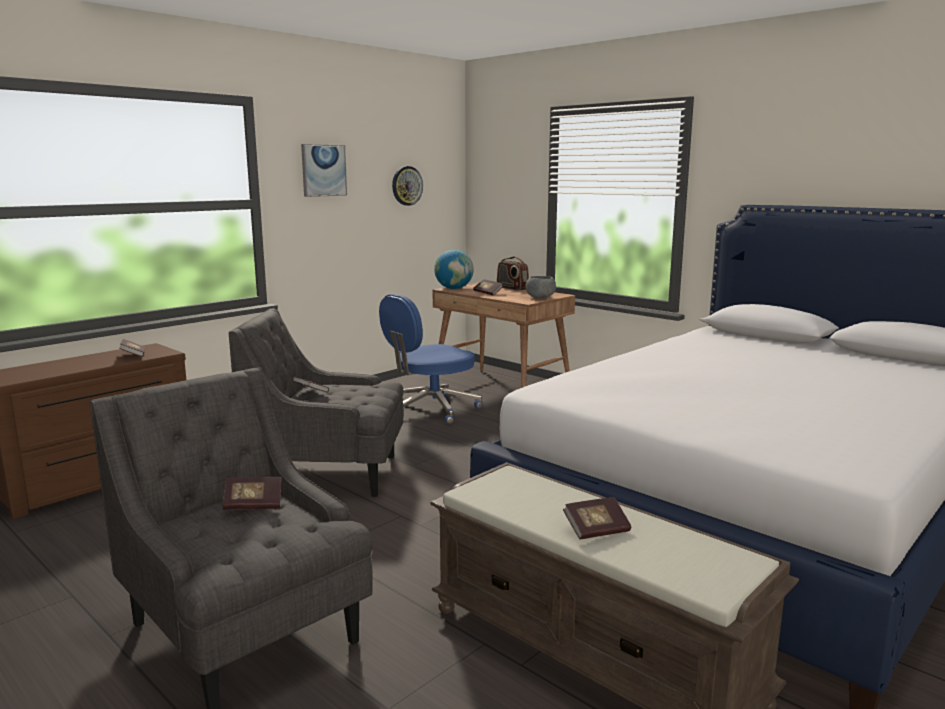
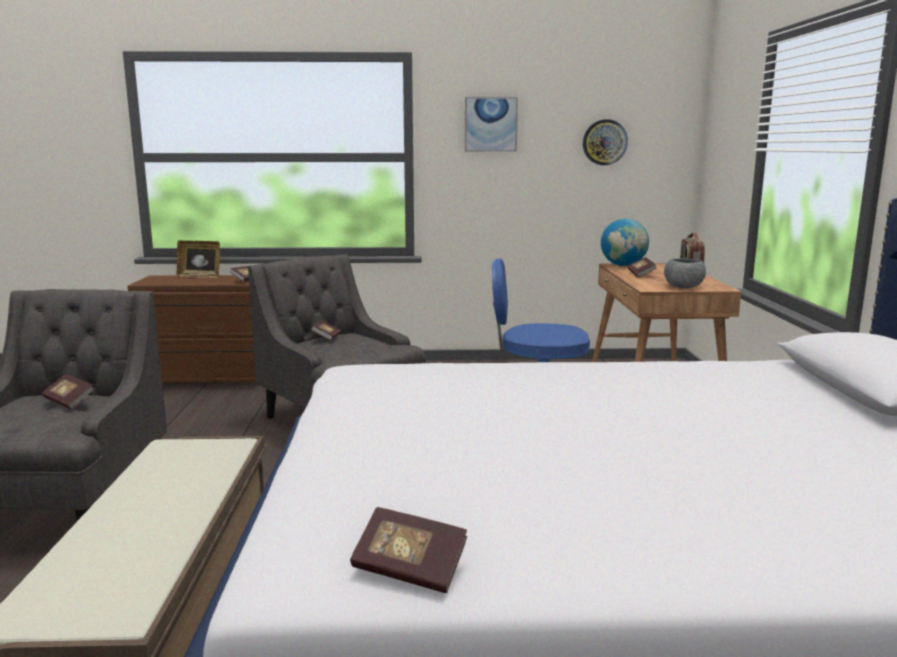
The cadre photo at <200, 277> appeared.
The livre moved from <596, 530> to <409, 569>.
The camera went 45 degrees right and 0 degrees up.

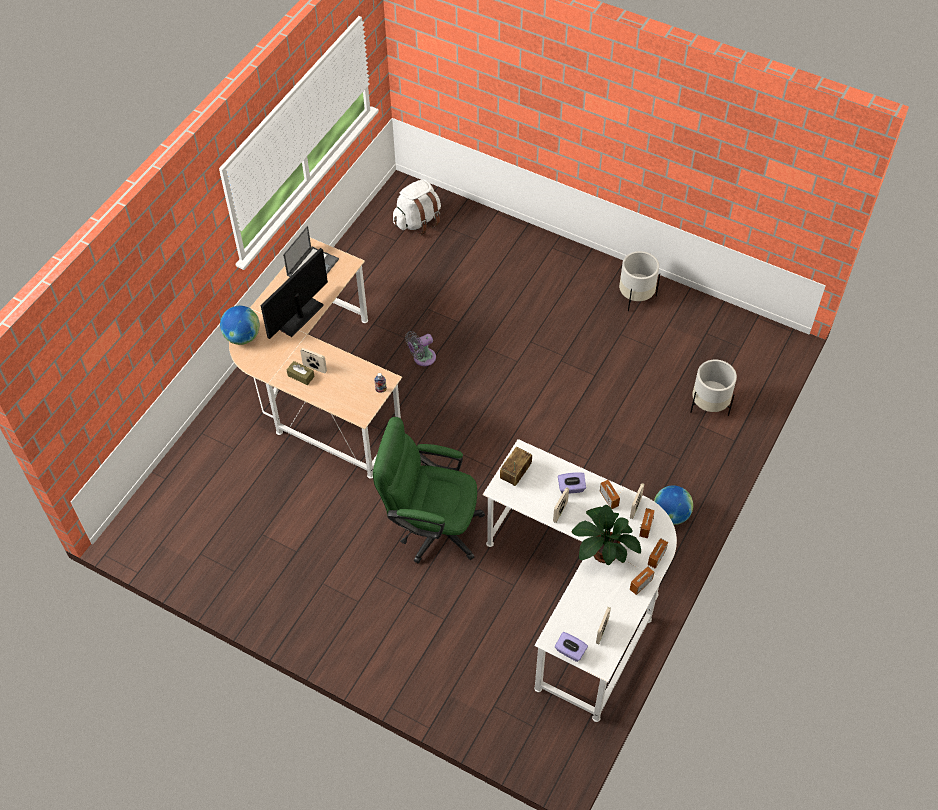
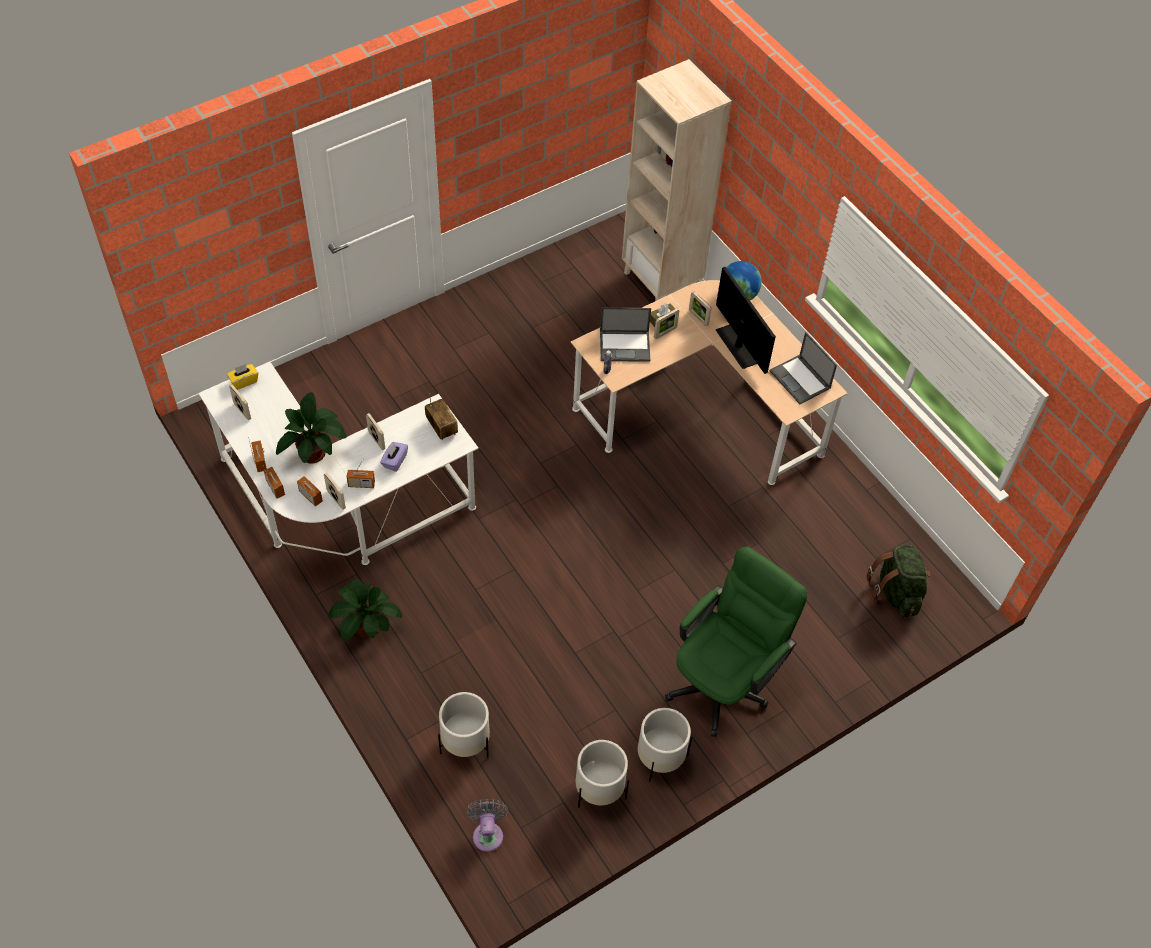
The boîte à mouchoirs (violet) at <570, 651> became the boîte à mouchoirs (jaune) at <244, 381>.
The globe at <670, 515> was replaced by the plante en pot at <365, 625>.
The ventilateur (gris) moved from <422, 358> to <488, 833>.
The cache-pot (blanc) at <599, 790> appeared.
The ordinateur portable at <625, 346> appeared.
The bibliothèque (beige) at <662, 282> appeared.
The chaise de bureau (vert) moved from <430, 527> to <724, 680>.
The cadre photo at <698, 318> appeared.
The sac à dos (blanc) at <418, 221> became the sac à dos (vert) at <896, 592>.
The camera went 115 degrees right and 0 degrees up.

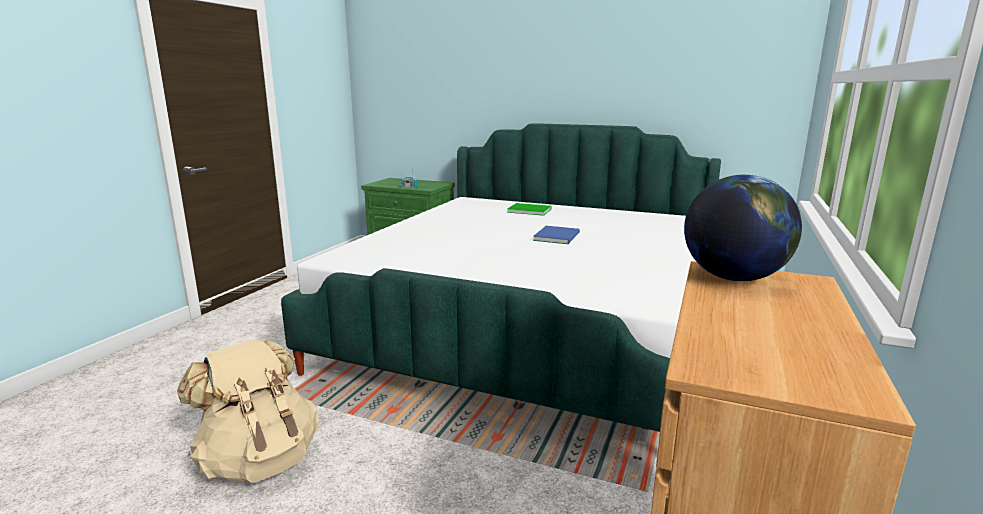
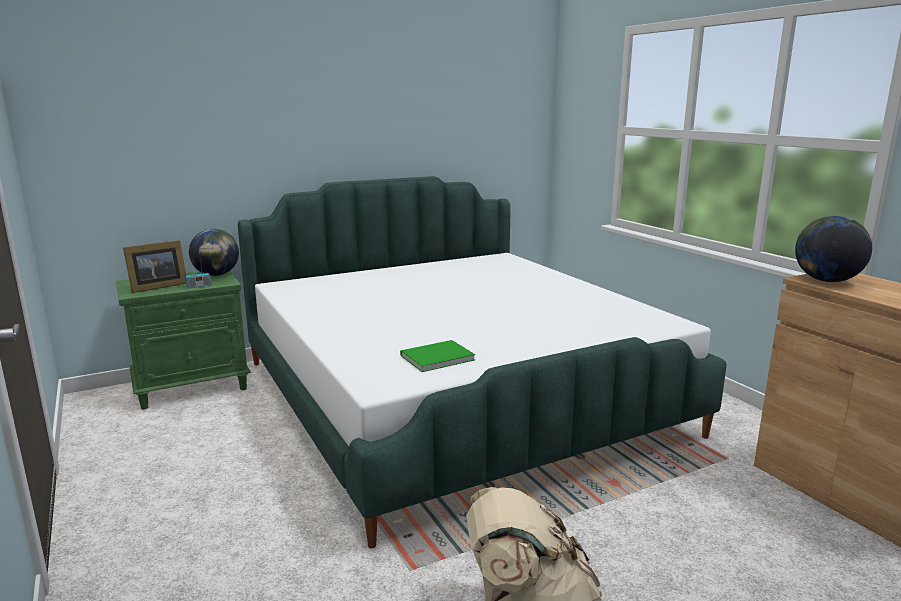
The cadre photo at <156, 287> appeared.
The globe at <216, 275> appeared.
The livre (vert) moved from <528, 210> to <434, 357>.
The livre (bleu) at <558, 236> disappeared.
The camera went 50 degrees left and 0 degrees up.

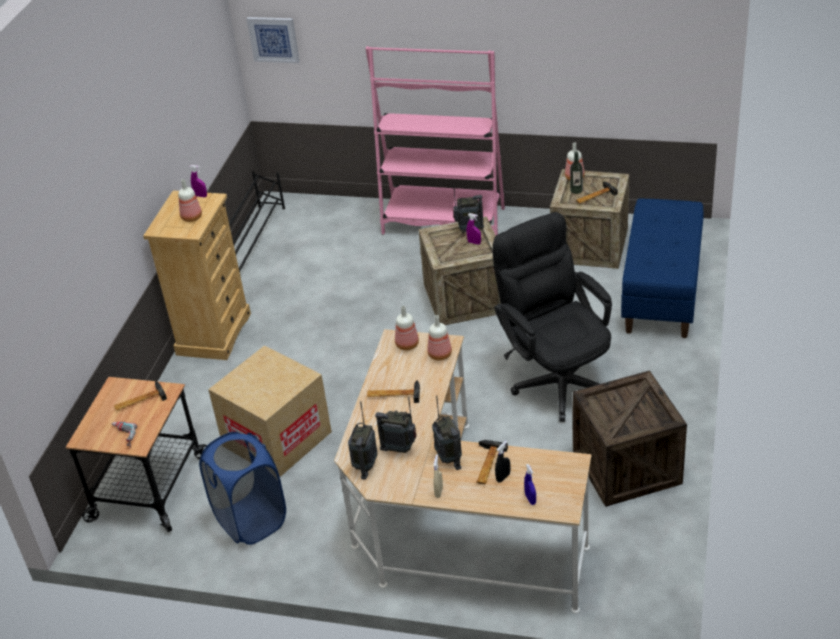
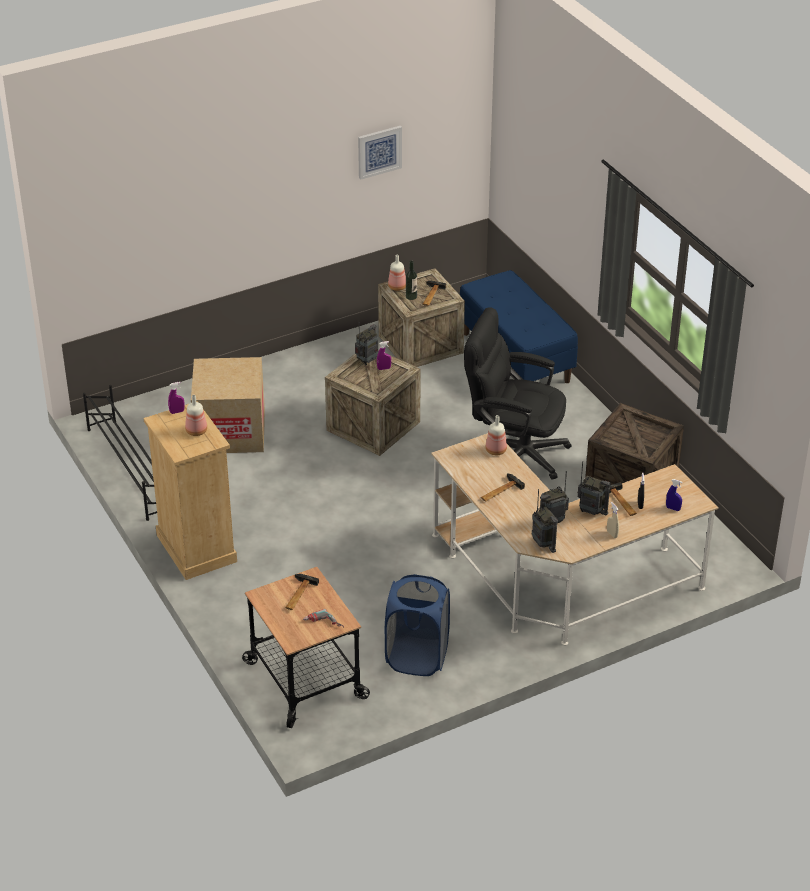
The carton moved from <277, 439> to <230, 431>.
The tableau moved from <273, 39> to <379, 151>.
The bibliothèque (rose) at <443, 221> disappeared.
The bouteille at <406, 345> disappeared.
The camera went 45 degrees left and 0 degrees up.

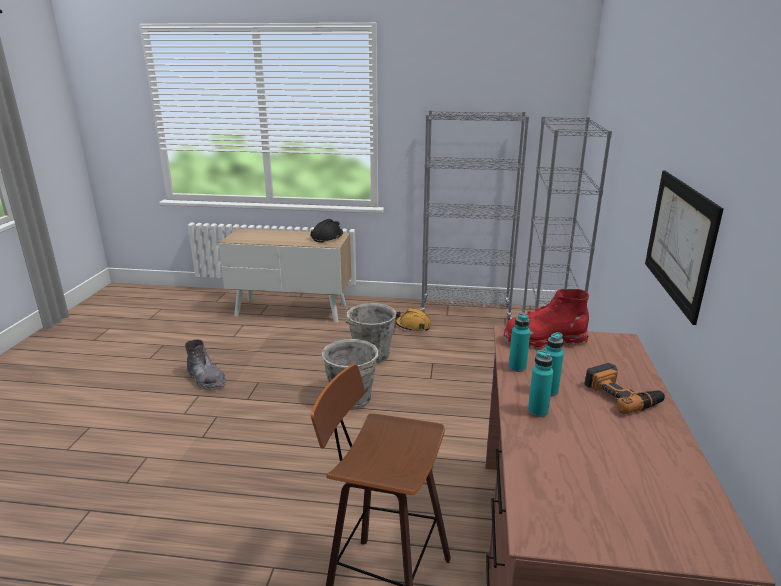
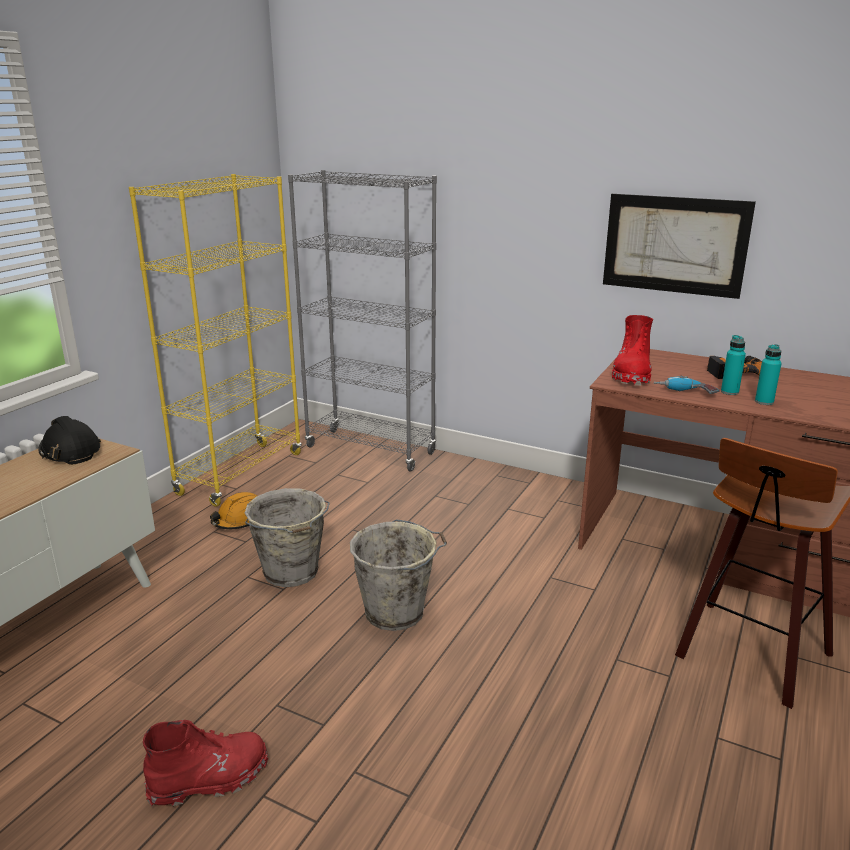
The bibliothèque (gris) at <465, 311> became the bibliothèque (jaune) at <240, 473>.
The botte (gris) at <206, 379> became the botte (rouge) at <210, 779>.
The bouteille (turquoise) at <517, 367> was replaced by the perceuse at <685, 393>.
The camera went 70 degrees left and 0 degrees up.

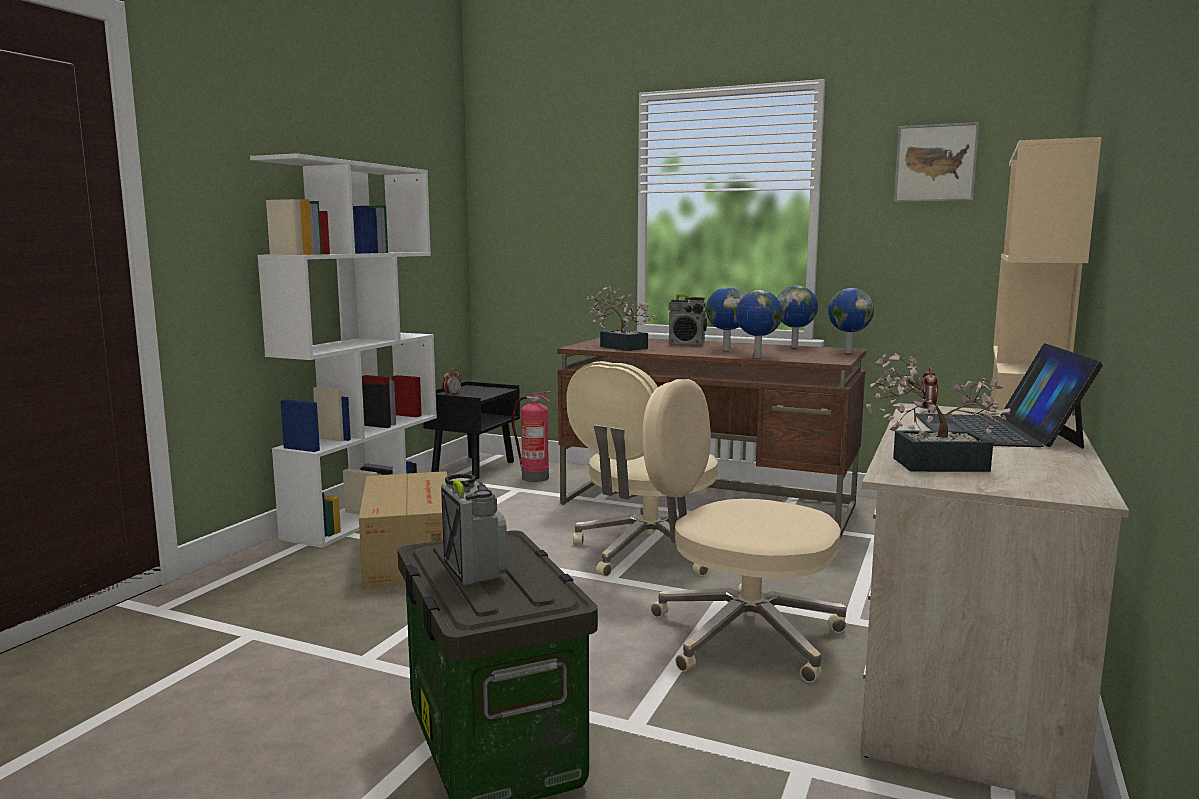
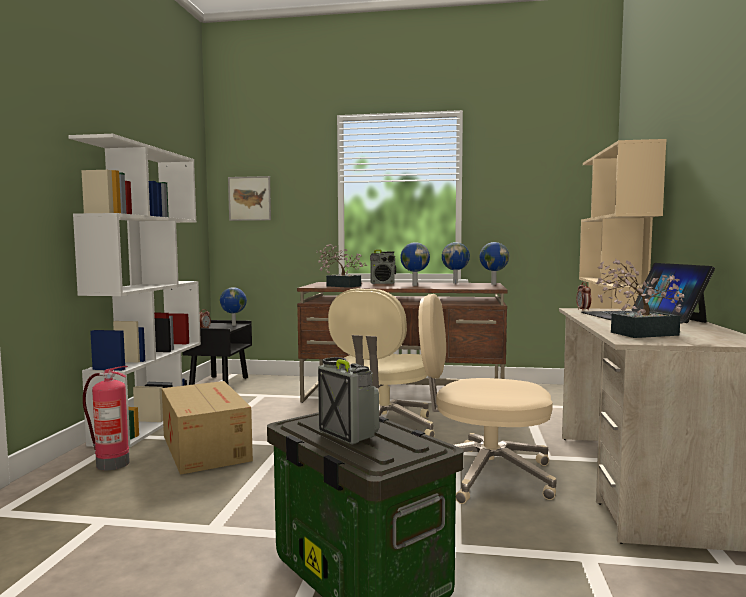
The extincteur moved from <533, 478> to <111, 464>.
The globe moved from <756, 357> to <233, 325>.
The tableau moved from <935, 163> to <249, 198>.
The camera went 15 degrees left and 5 degrees down.

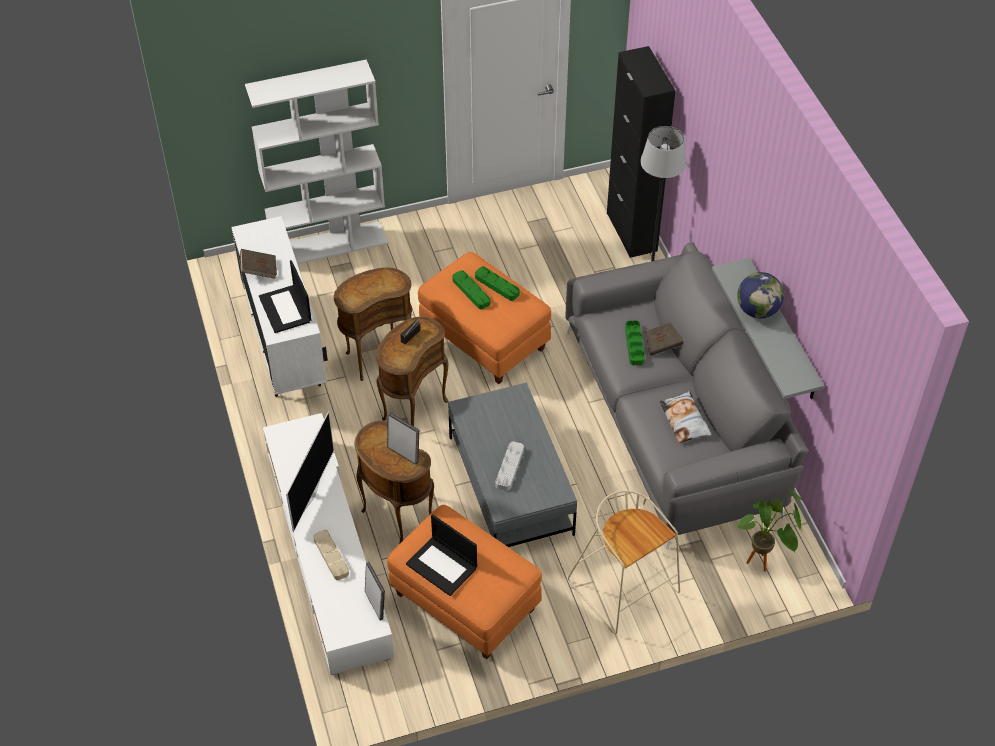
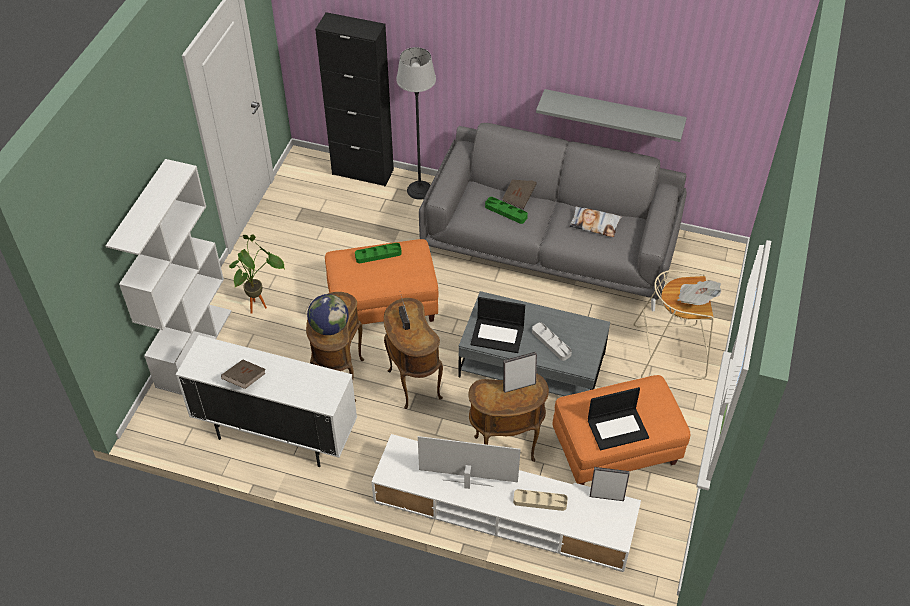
The plante en pot moved from <764, 564> to <261, 305>.
The globe moved from <757, 310> to <329, 327>.
The téléviseur at <310, 494> turned 45 degrees counterclockwise.
The ordinateur portable moved from <286, 309> to <498, 335>.
The journal at <696, 299> appeared.
The plateau (vert) at <471, 292> disappeared.
The camera went 55 degrees left and 0 degrees up.

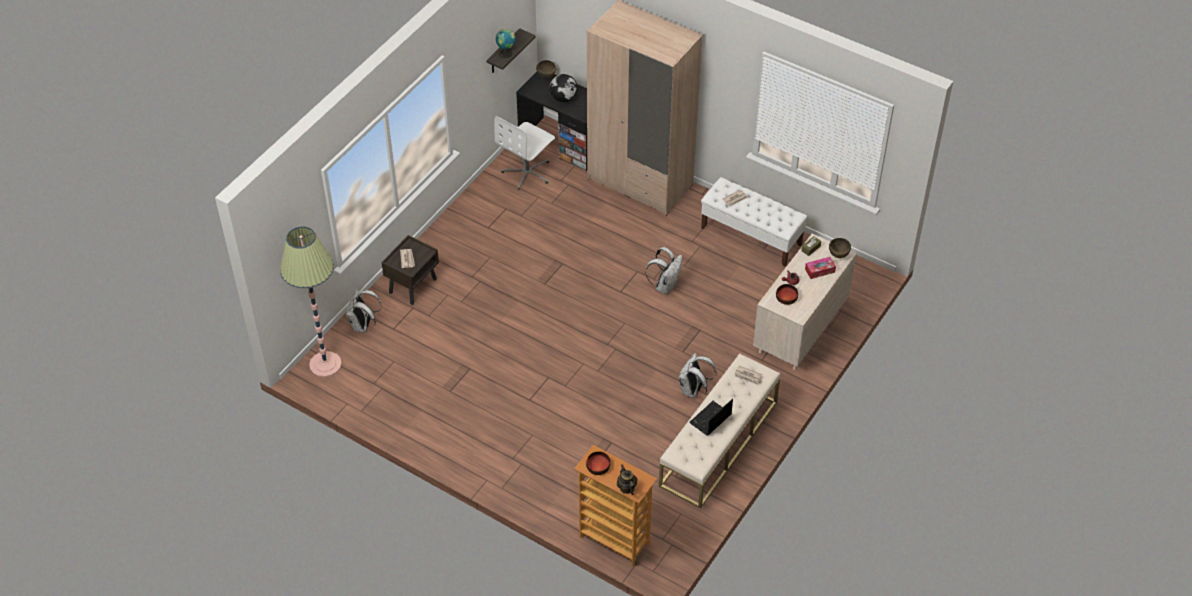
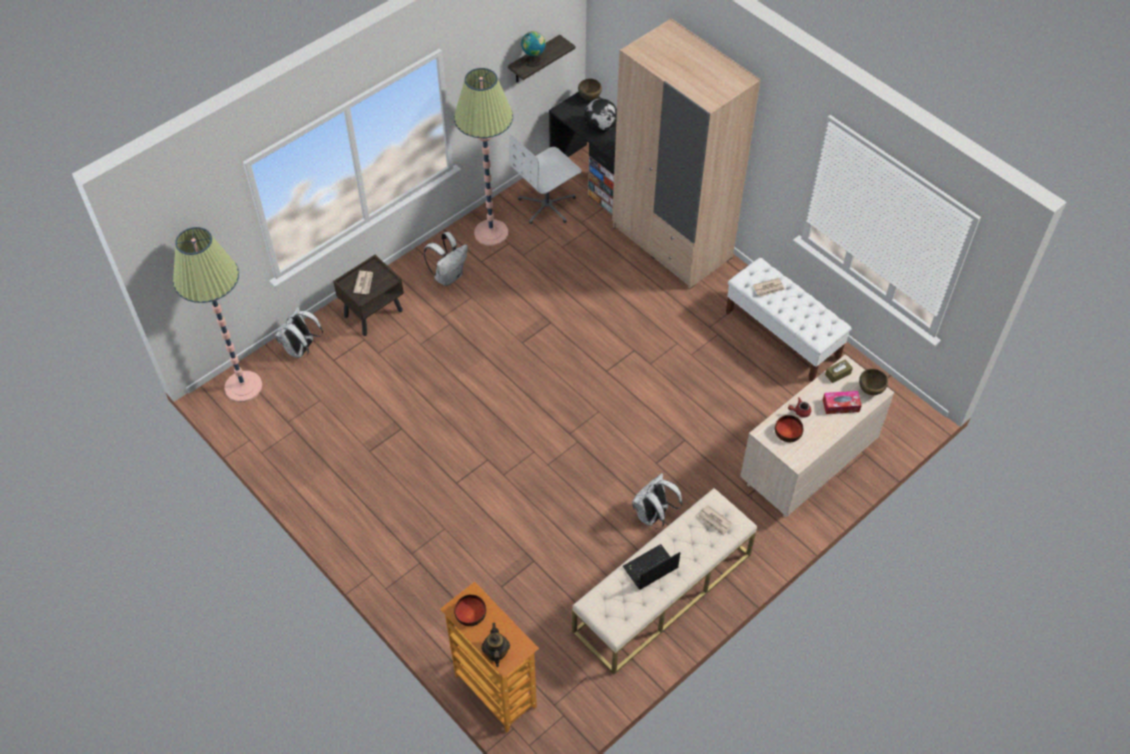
The sac à dos (blanc) moved from <665, 285> to <449, 276>.
The lampadaire at <491, 233> appeared.
The camera went 15 degrees right and 5 degrees up.

